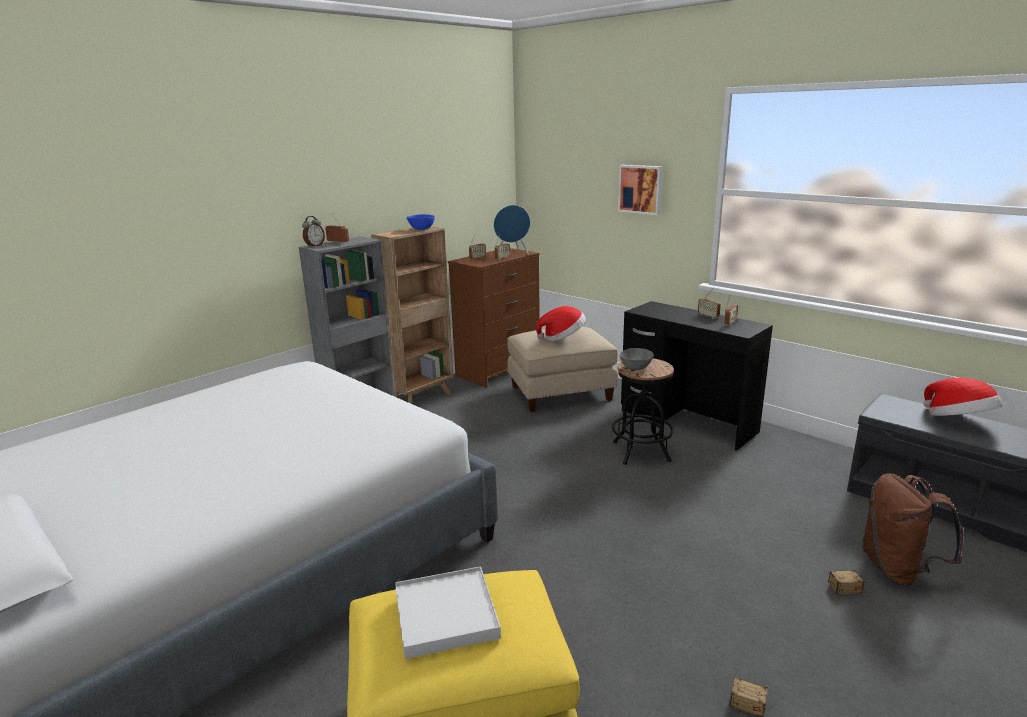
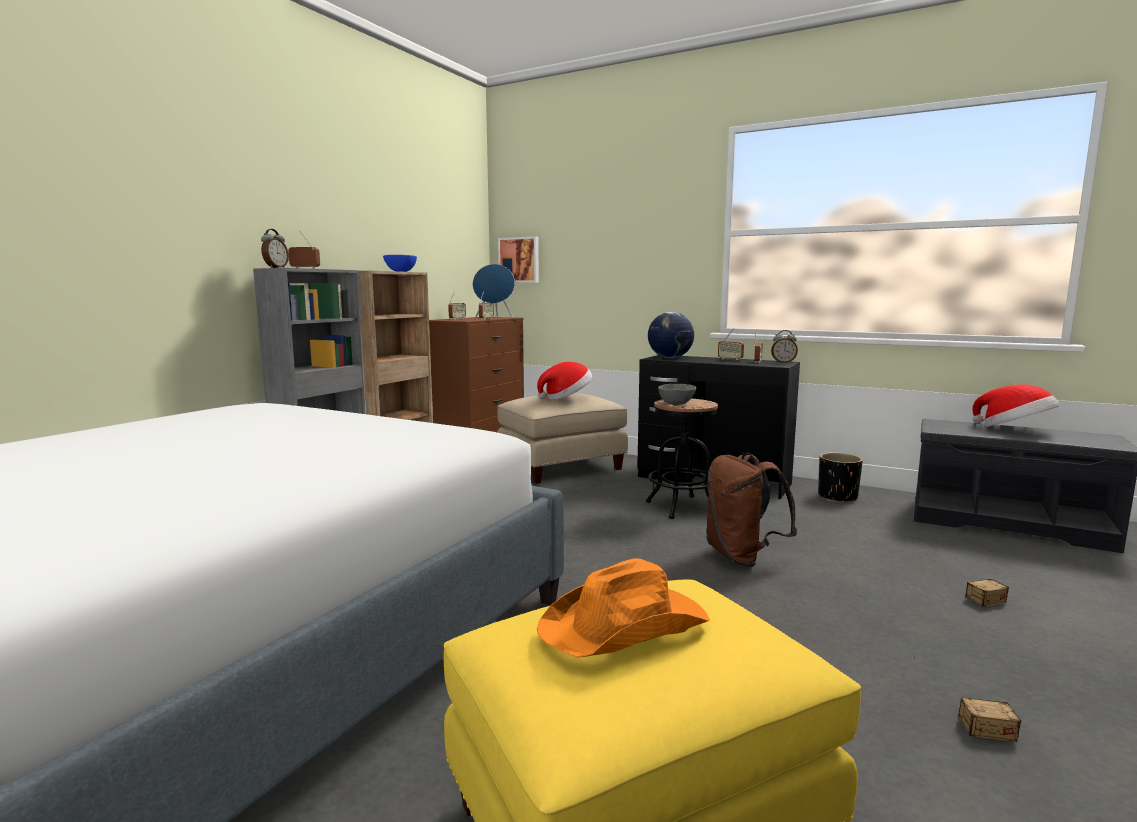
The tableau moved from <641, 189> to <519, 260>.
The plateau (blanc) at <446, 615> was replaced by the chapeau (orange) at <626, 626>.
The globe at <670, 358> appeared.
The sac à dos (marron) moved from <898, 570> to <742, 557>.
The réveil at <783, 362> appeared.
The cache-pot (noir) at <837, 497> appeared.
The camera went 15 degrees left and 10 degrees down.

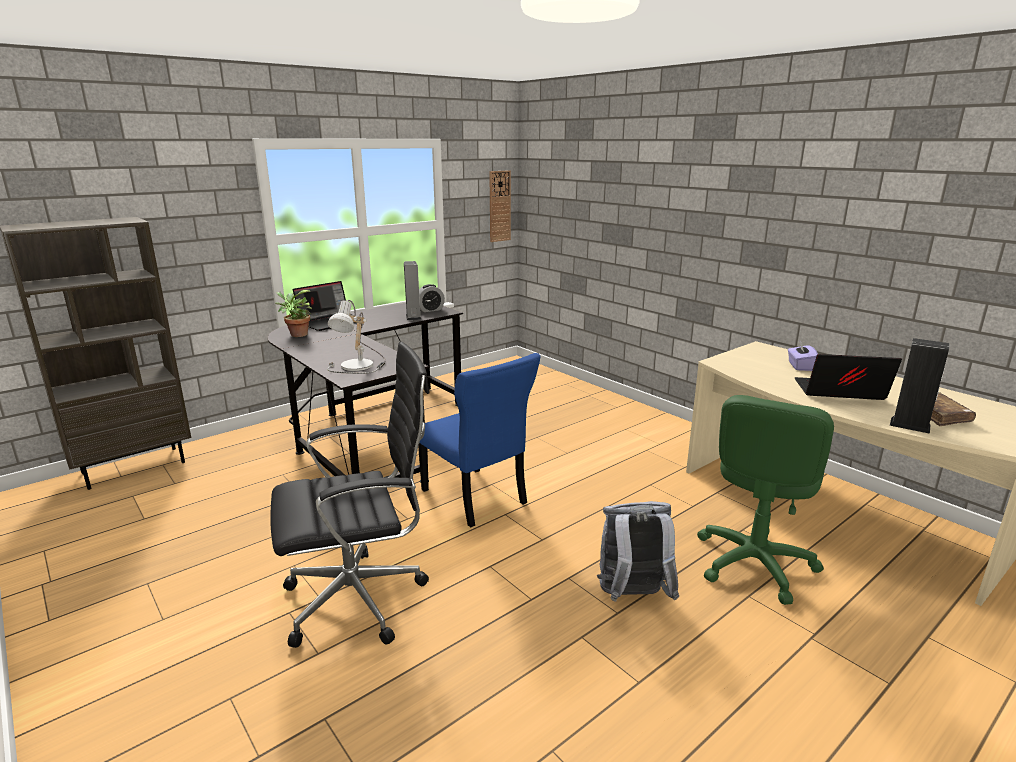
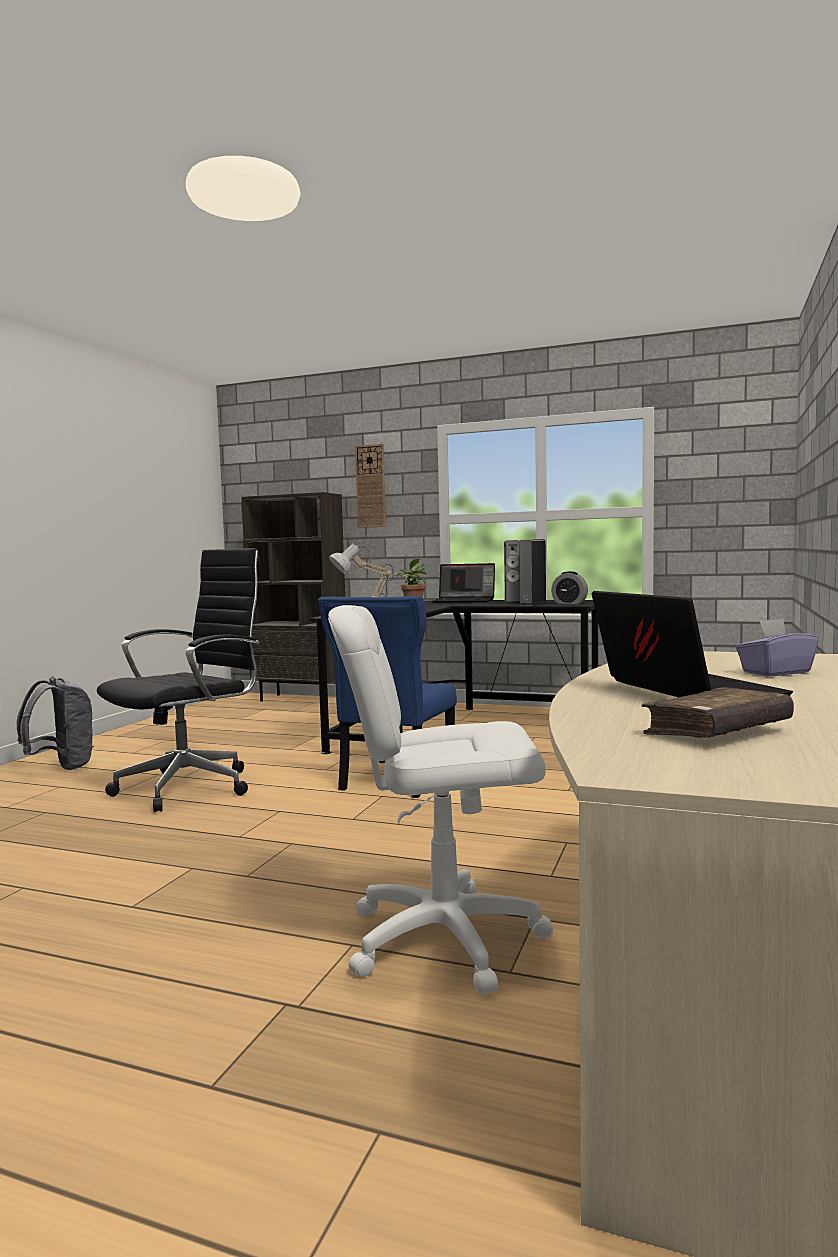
The sac à dos (gris) moved from <632, 596> to <62, 767>.
The chaise de bureau (noir) at <362, 599> turned 90 degrees counterclockwise.
The chaise de bureau (vert) at <753, 563> became the chaise de bureau (blanc) at <444, 938>.
The horloge murale moved from <499, 206> to <371, 486>.
The enceinte moved from <910, 425> to <512, 603>.
The camera went 60 degrees right and 15 degrees down.

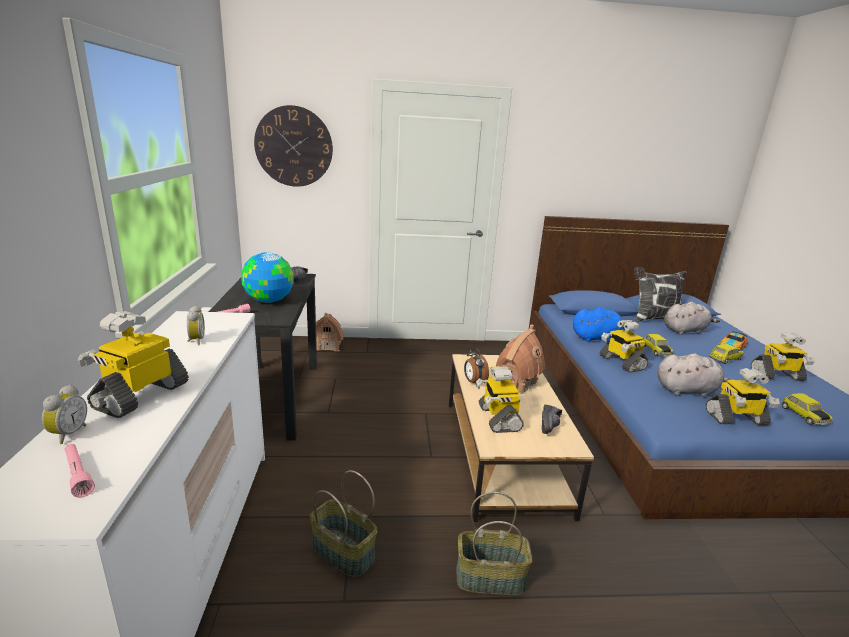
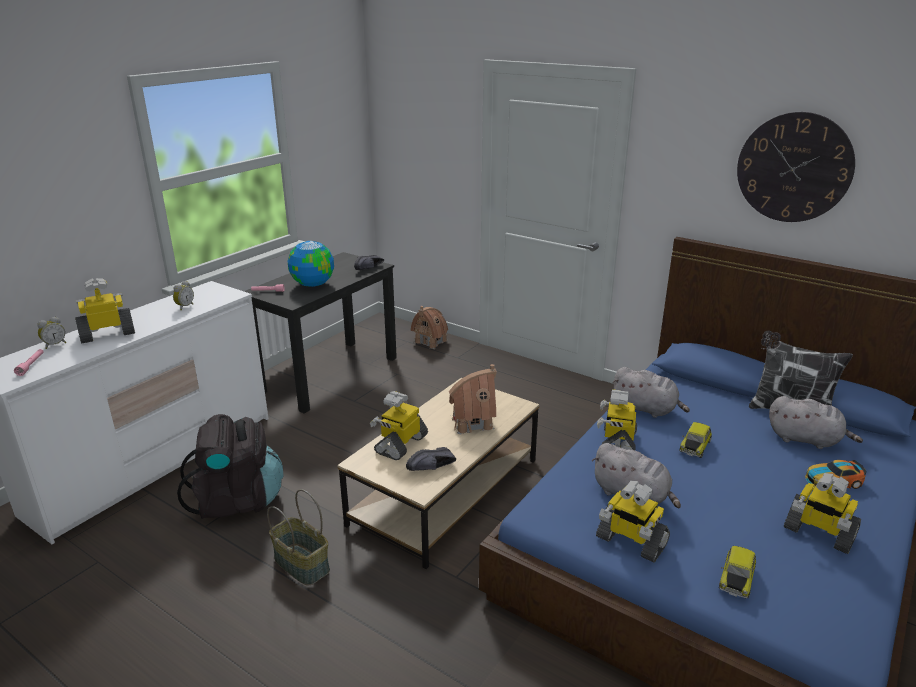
The panier at <342, 553> was replaced by the sac à dos (noir) at <238, 500>.
The peluche (bleu) at <597, 338> became the peluche (gris) at <646, 409>.
The horloge murale moved from <294, 146> to <794, 168>.
The réveil at <474, 382> disappeared.
The petite voiture at <725, 359> disappeared.
The camera went 40 degrees right and 5 degrees up.

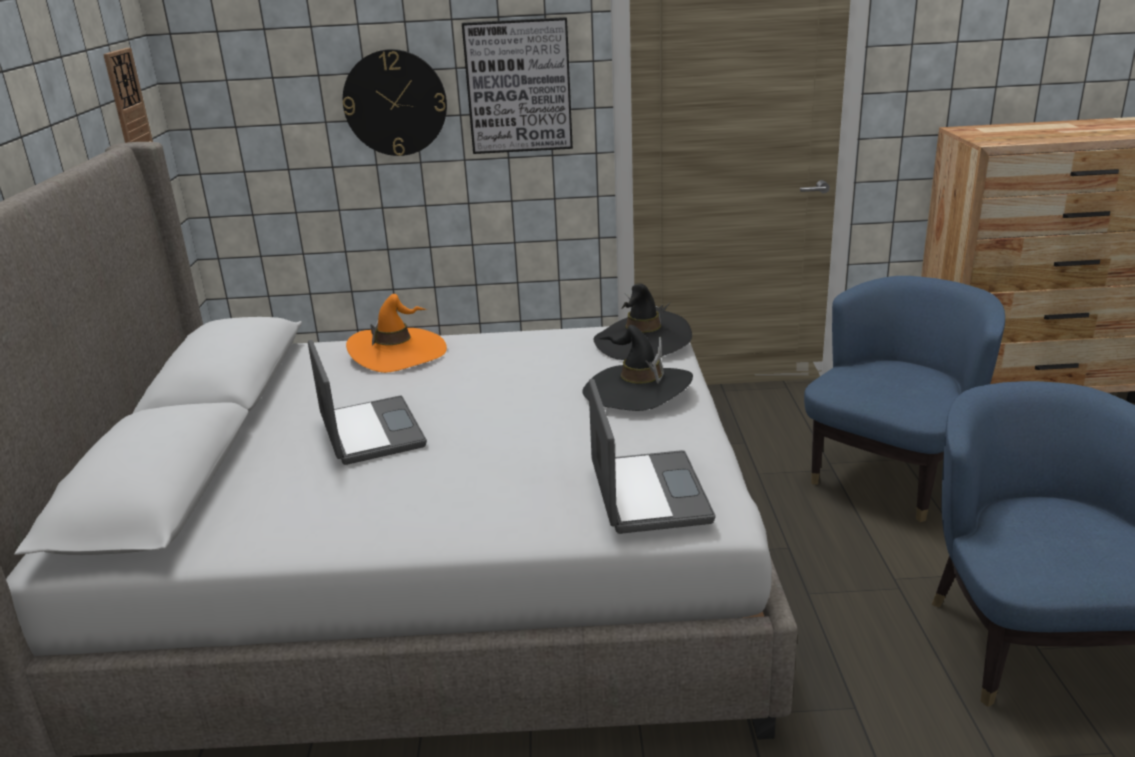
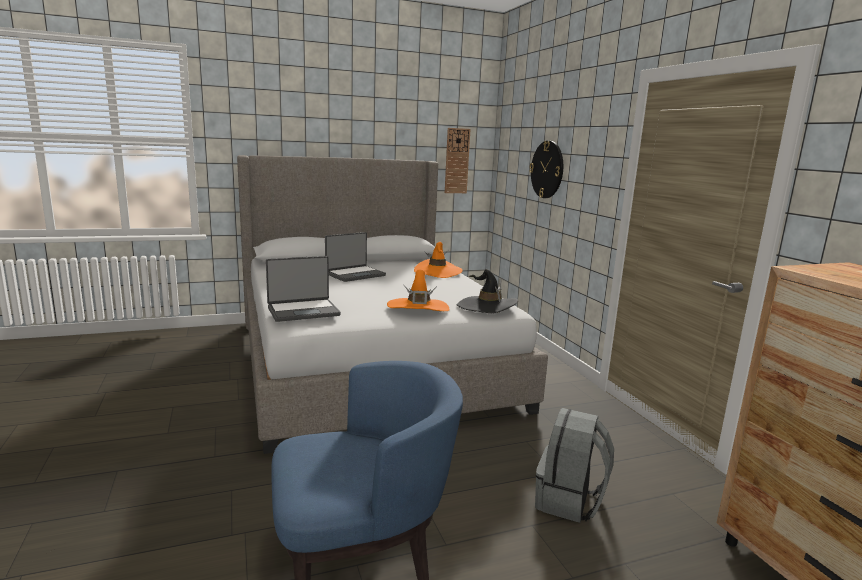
The chapeau (noir) at <637, 391> became the chapeau (orange) at <418, 308>.
The fauteuil (bleu) at <892, 475> was replaced by the sac à dos (gris) at <569, 501>.
The tableau at <518, 86> disappeared.
The camera went 70 degrees right and 10 degrees down.

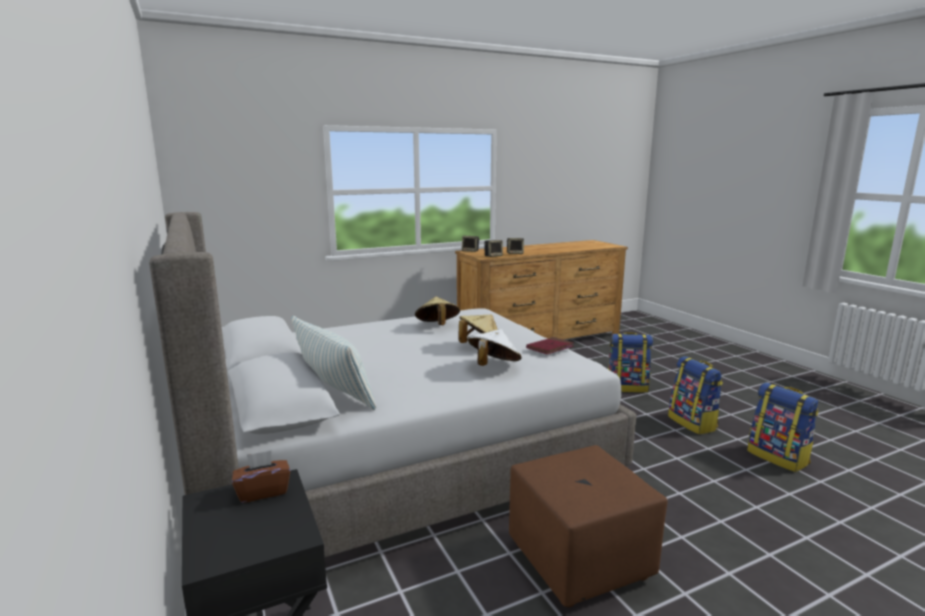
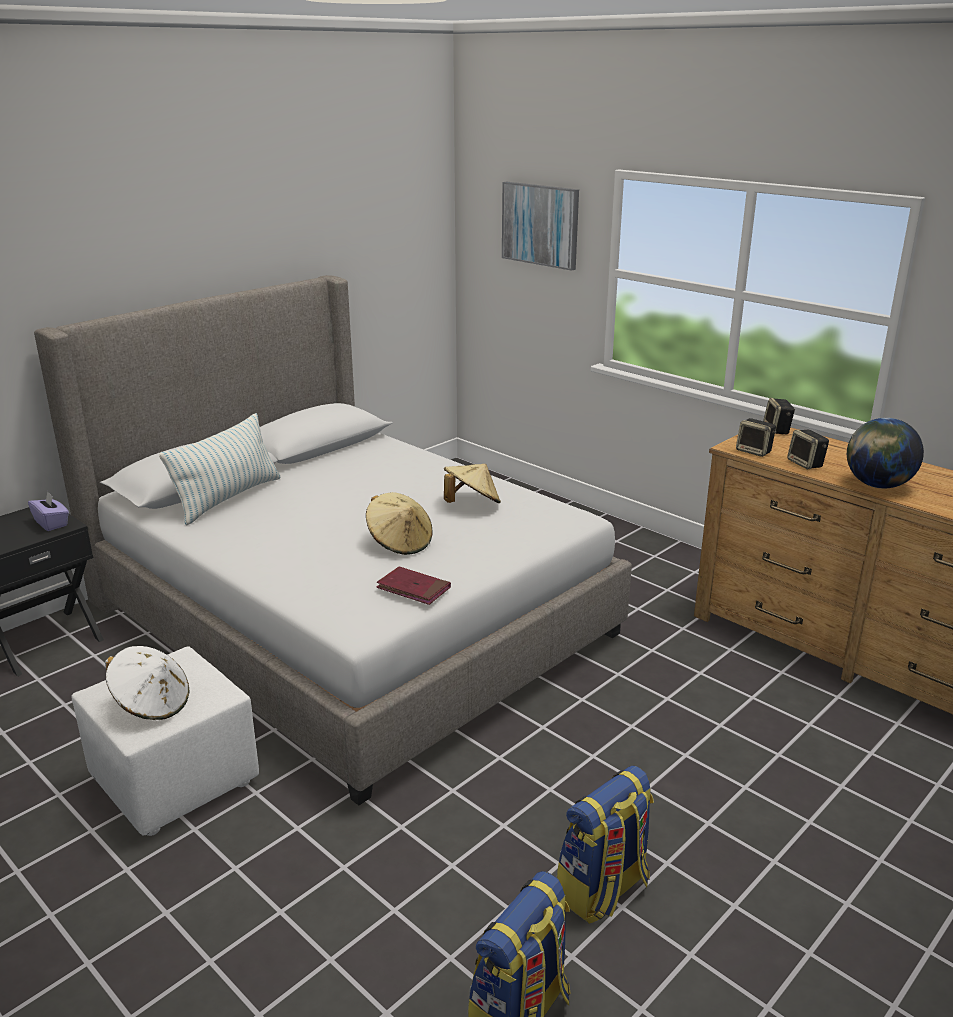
The boîte à mouchoirs (marron) at <263, 491> became the boîte à mouchoirs (violet) at <52, 523>.
The pouf (marron) at <579, 559> became the pouf (blanc) at <177, 781>.
The chapeau (blanc) moved from <493, 366> to <152, 704>.
The tableau at <540, 225> appeared.
The globe at <877, 485> appeared.
The sac à dos at <627, 387> disappeared.
The camera went 70 degrees right and 10 degrees up.

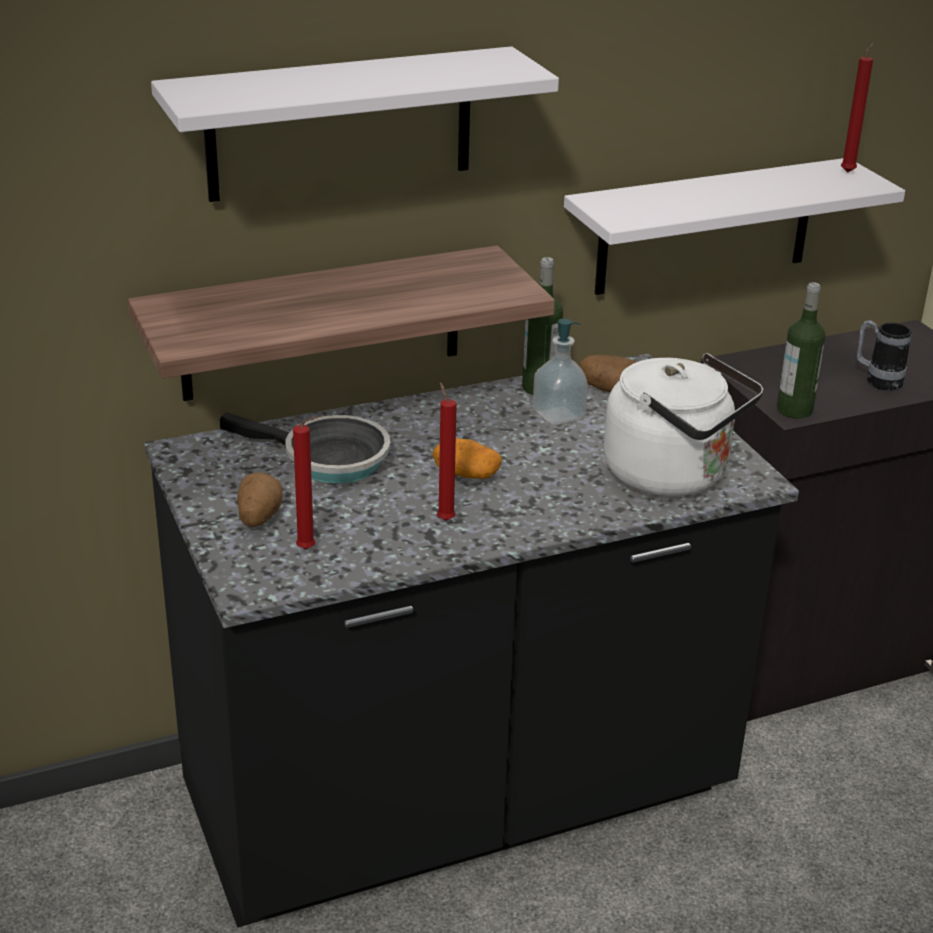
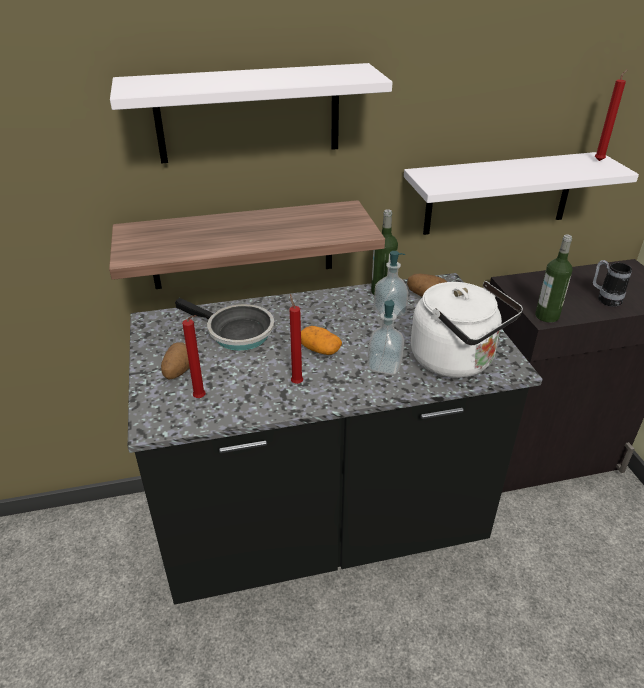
The distributeur de savon at <384, 366> appeared.
The camera went 10 degrees right and 5 degrees up.

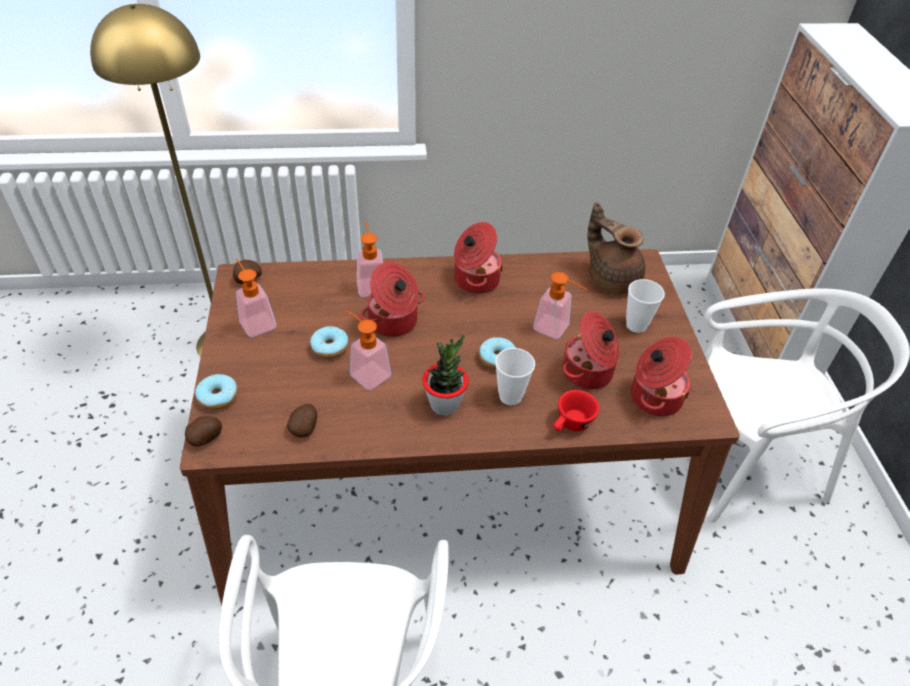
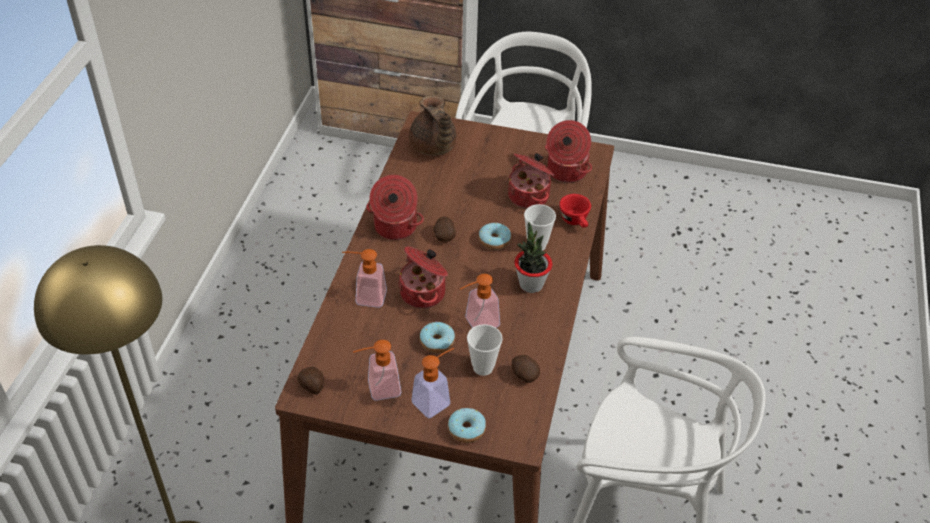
The théière (marron) at <612, 278> turned 90 degrees counterclockwise.
The distributeur de savon moved from <557, 330> to <436, 400>.
The pomme de terre moved from <206, 438> to <444, 236>.
The tasse moved from <636, 325> to <483, 367>.
The camera went 70 degrees left and 0 degrees up.

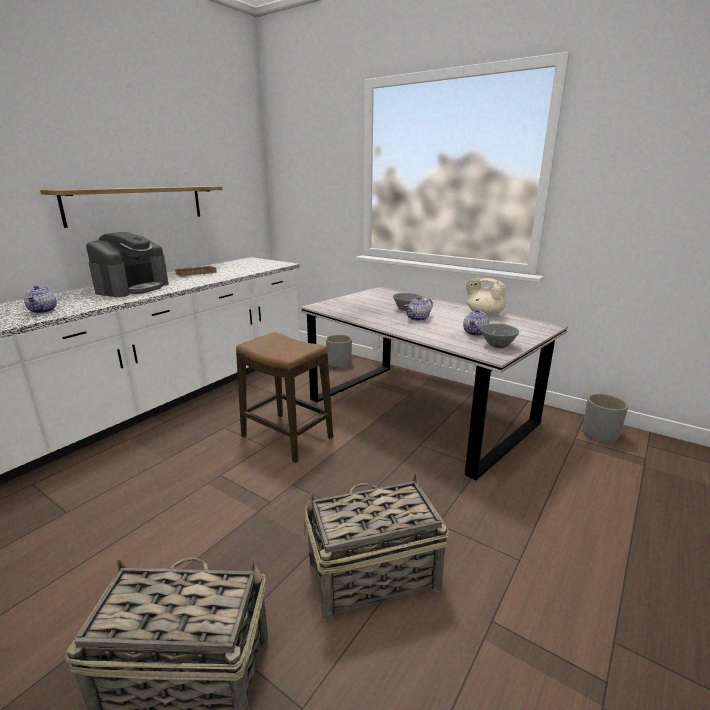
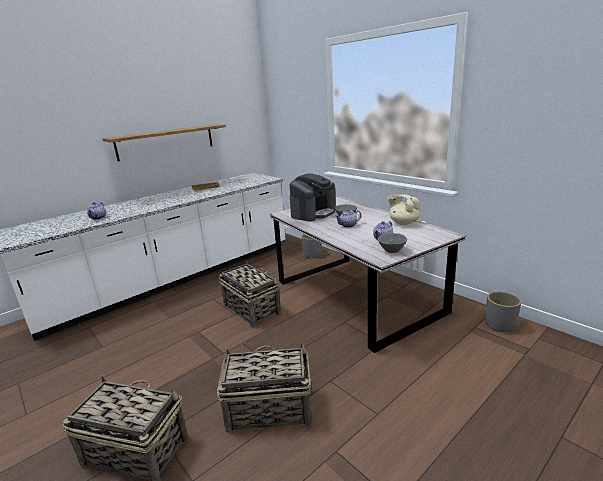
The tabouret at <286, 437> was replaced by the panier at <251, 309>.
The machine à café moved from <133, 288> to <313, 213>.
The camera went 15 degrees right and 0 degrees up.

